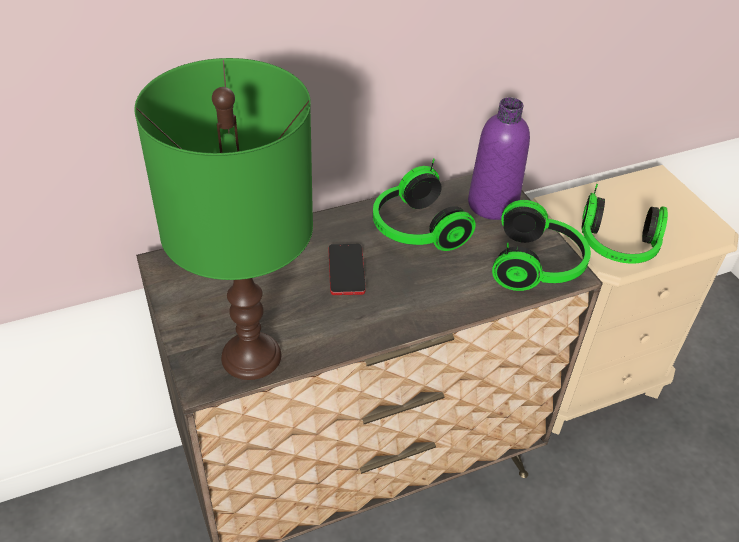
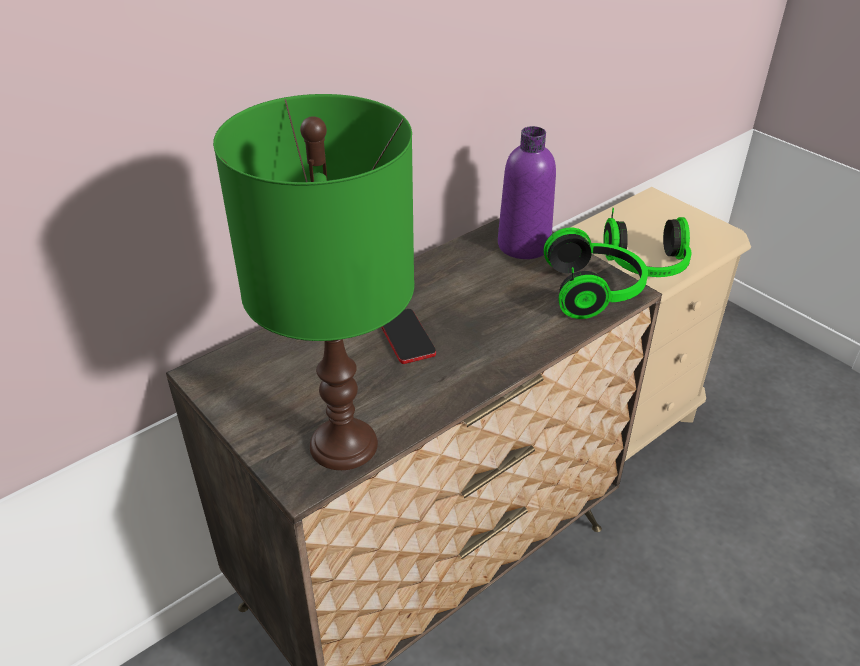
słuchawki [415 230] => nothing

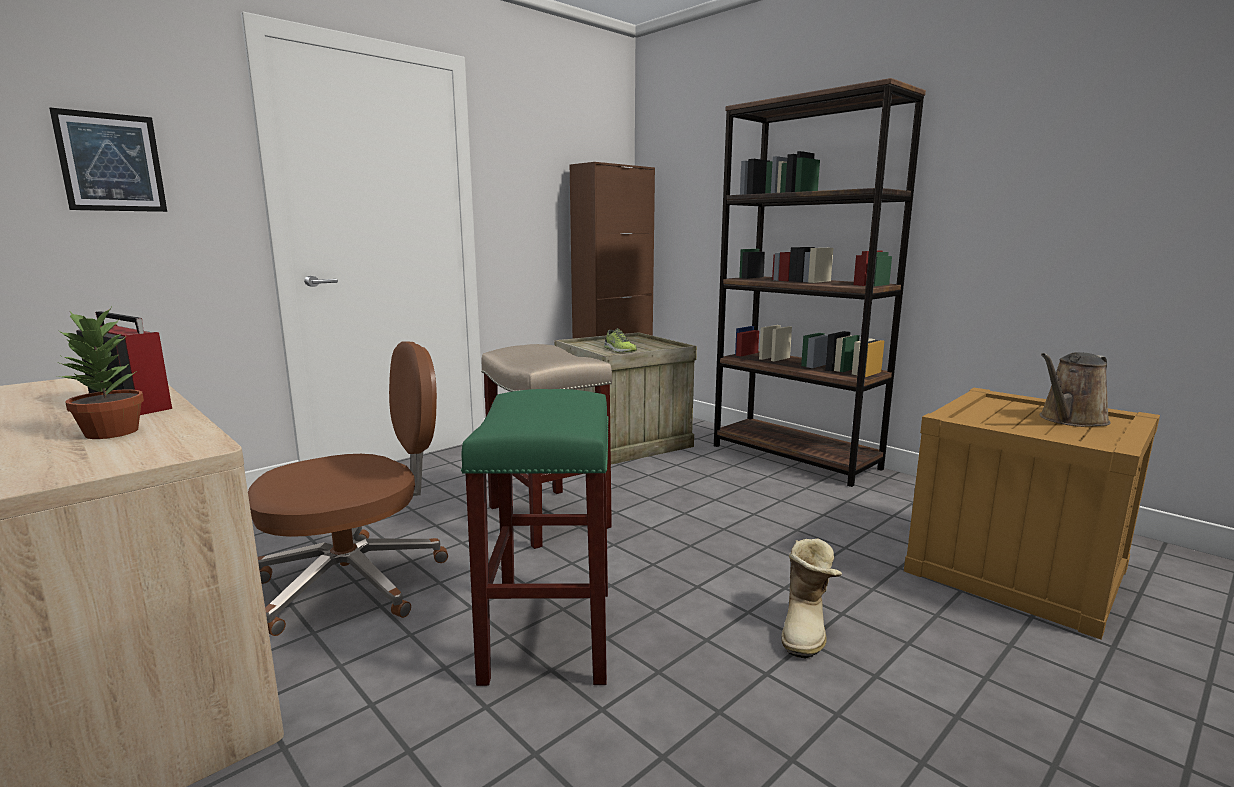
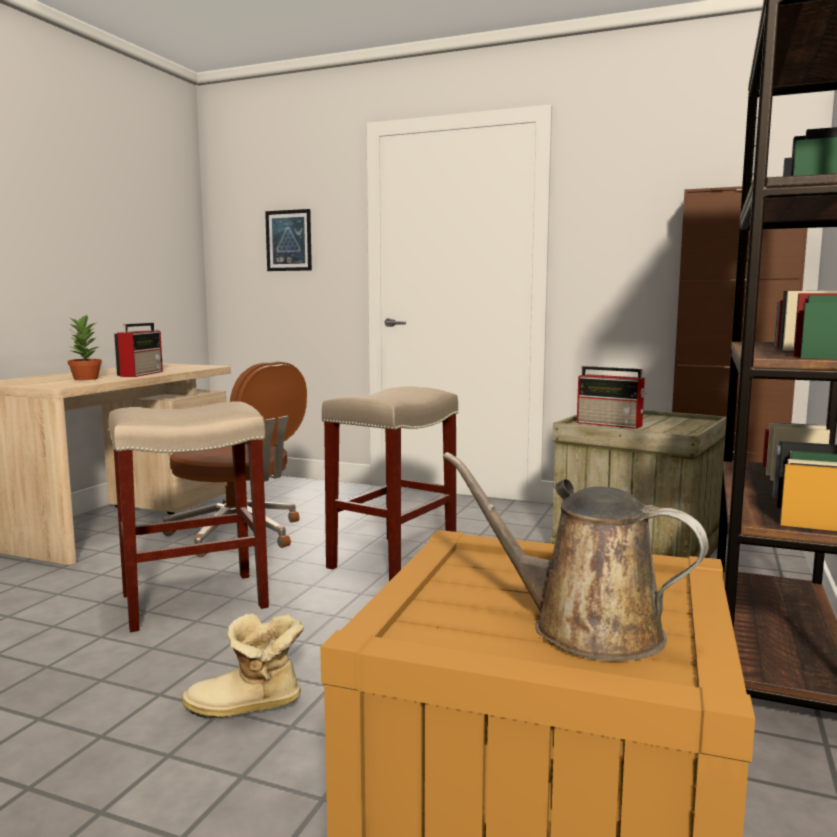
stołek [zielony] [548 632] => stołek [beżowy] [196 600]
but [619 350] => radio [611 424]

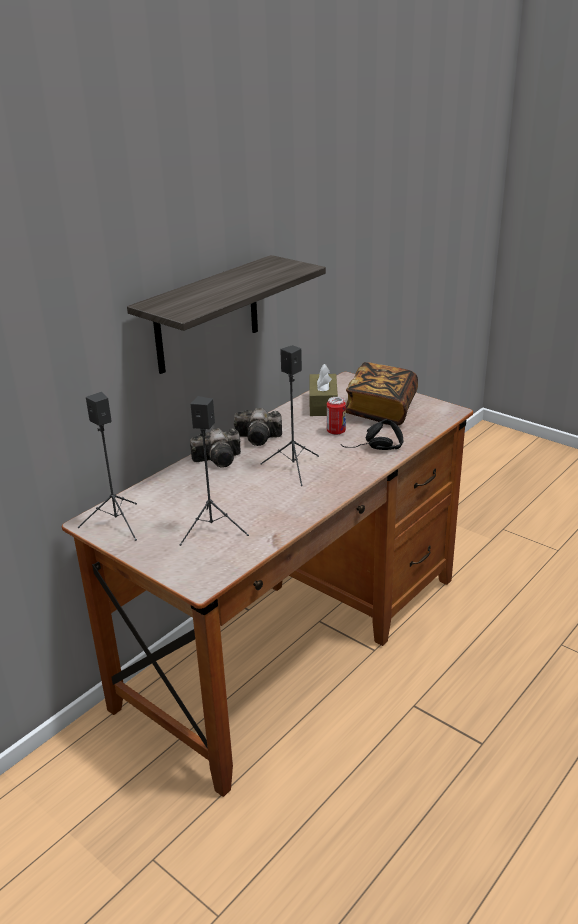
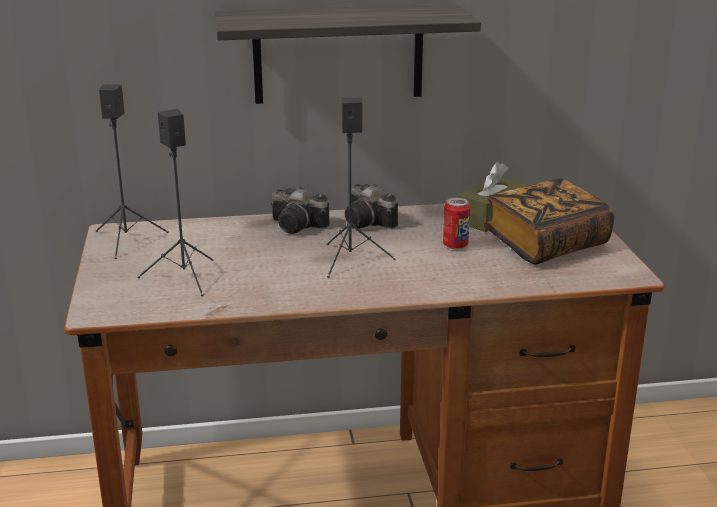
słuchawki [czarny] [373 449] => nothing

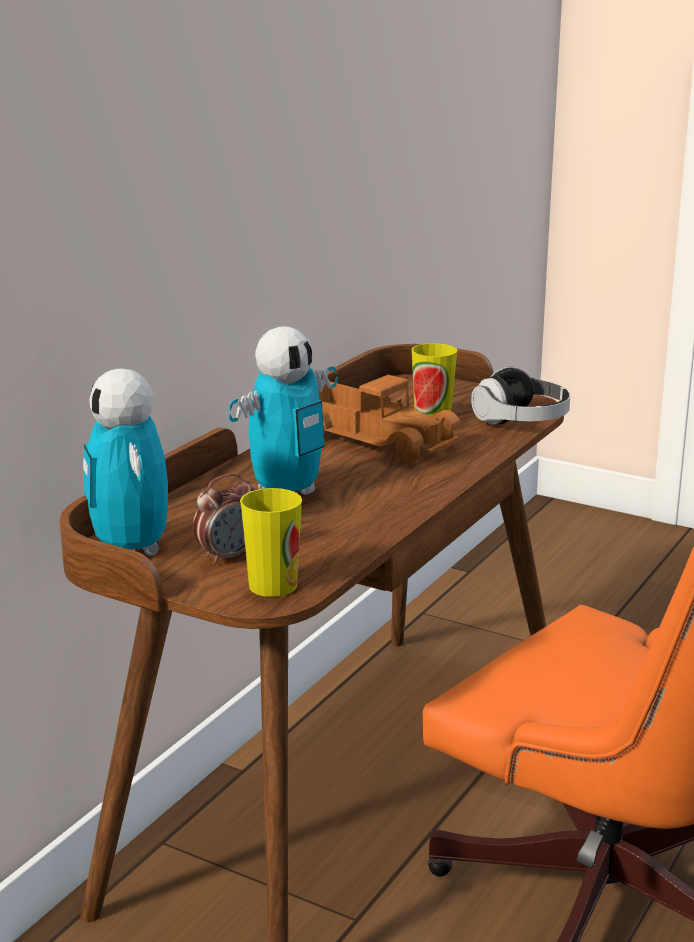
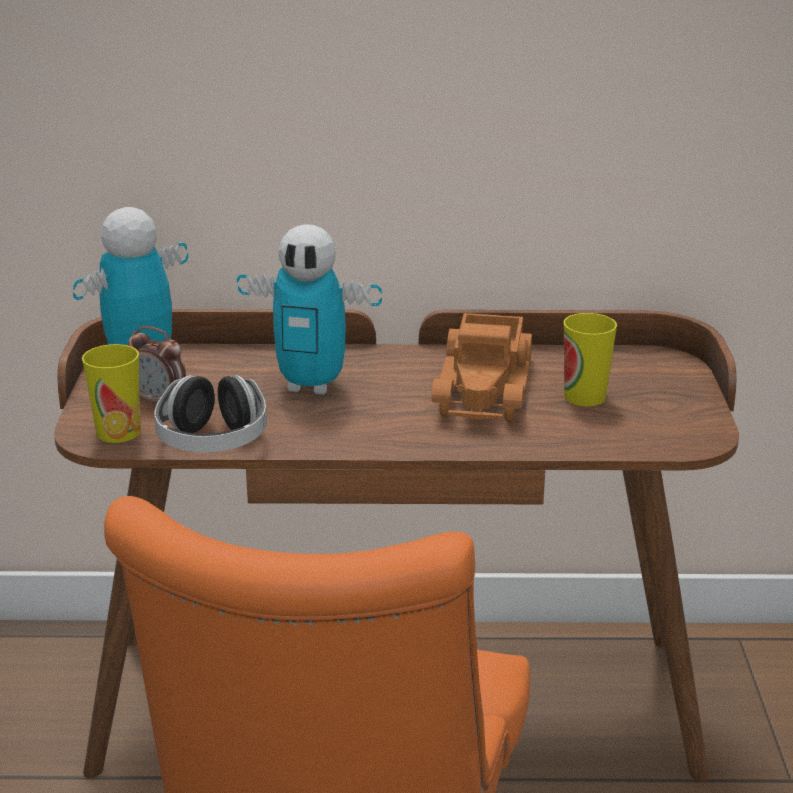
słuchawki [521 421] => słuchawki [212 442], move

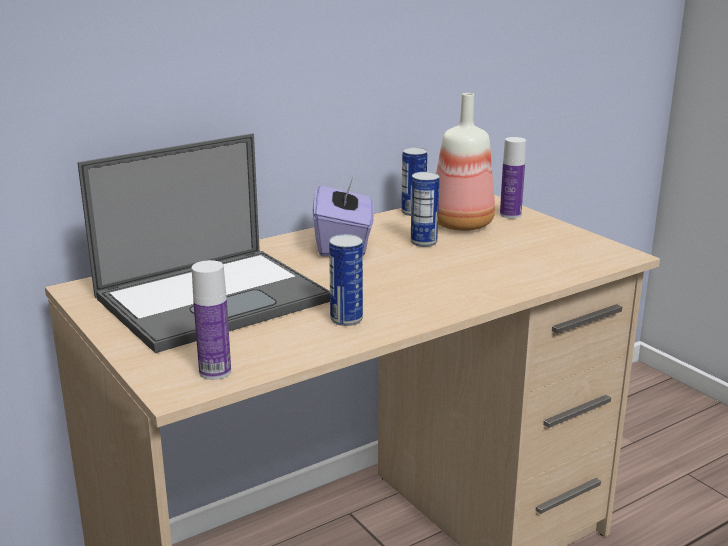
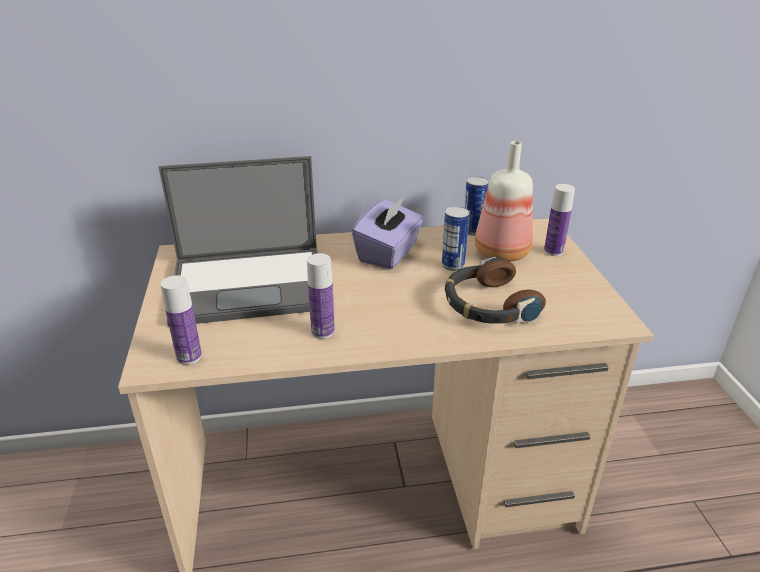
puszka [346 319] => butelka [323 331]
nothing => słuchawki [488 304]

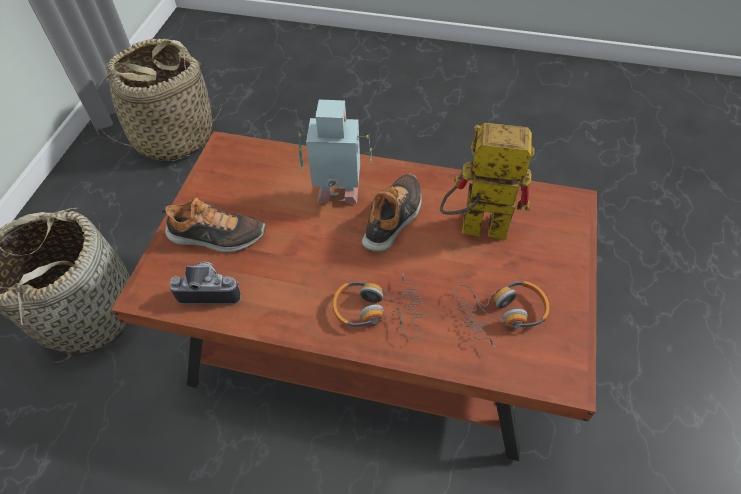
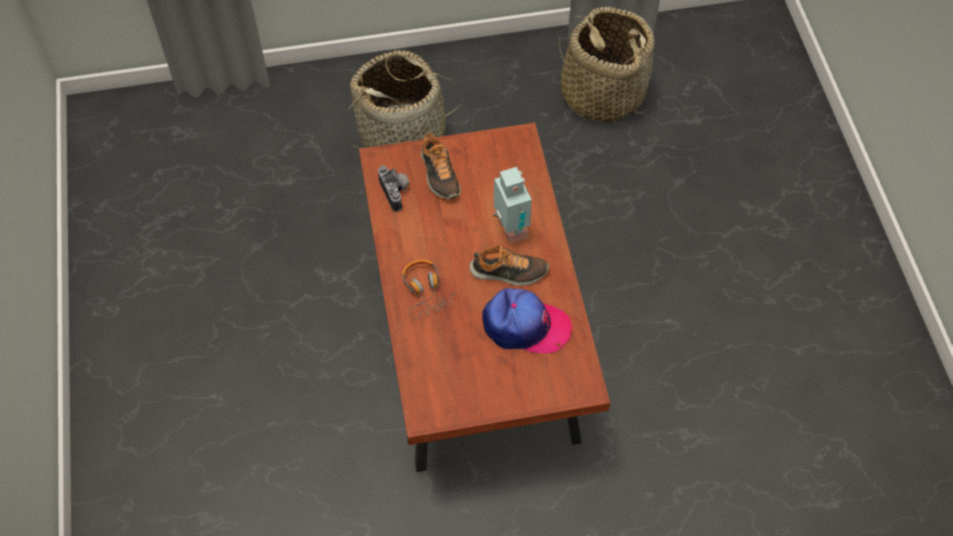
robot zabawkowy [473 228] => czapka z daszkiem [525 326]
słuchawki [501 313] => nothing

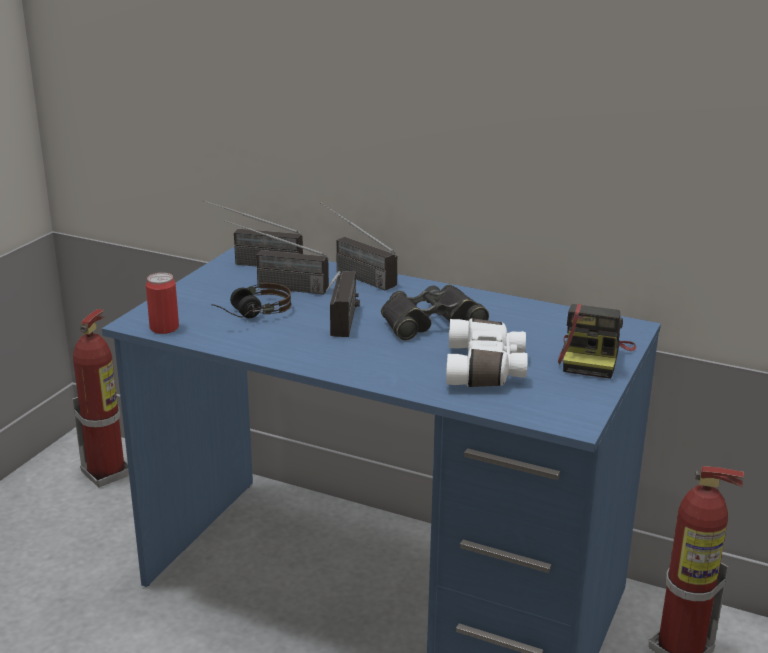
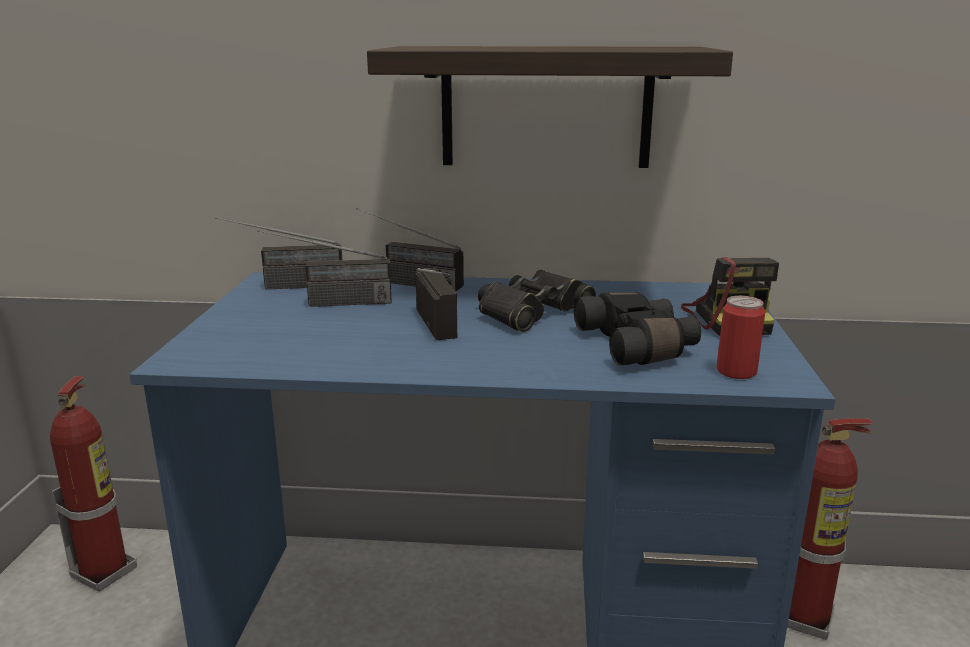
puszka [164 328] => puszka [736 371], move
słuchawki [249 314] => nothing
lornetka [biały] [486 369] => lornetka [czarny] [639 345]
nothing => półka [546 107]

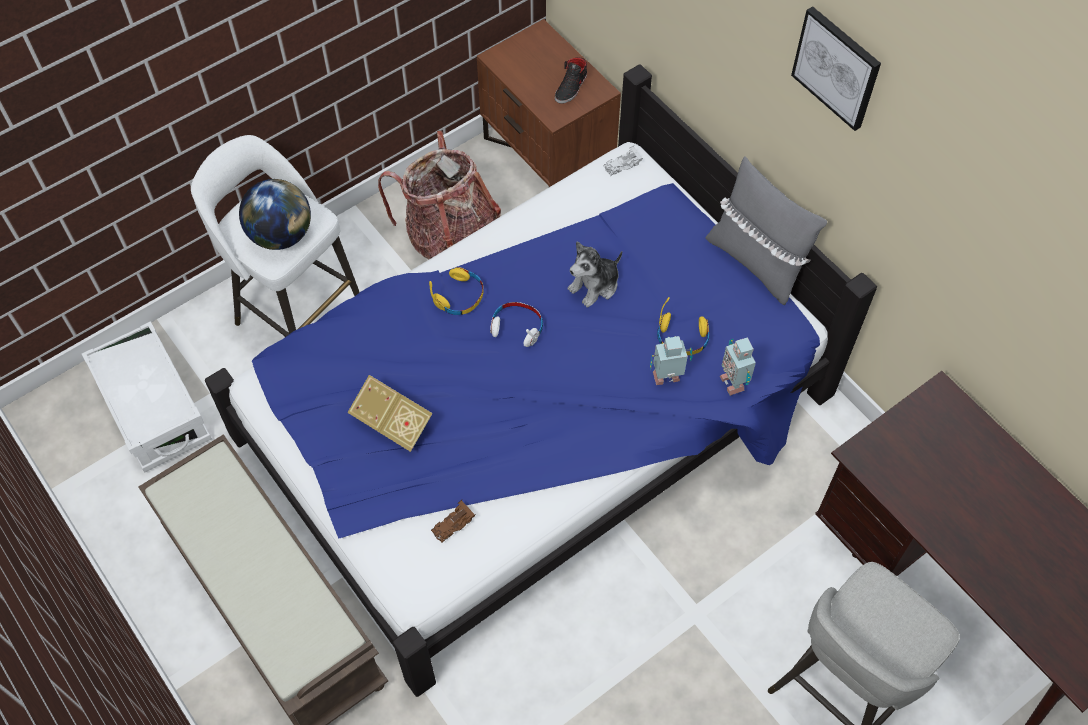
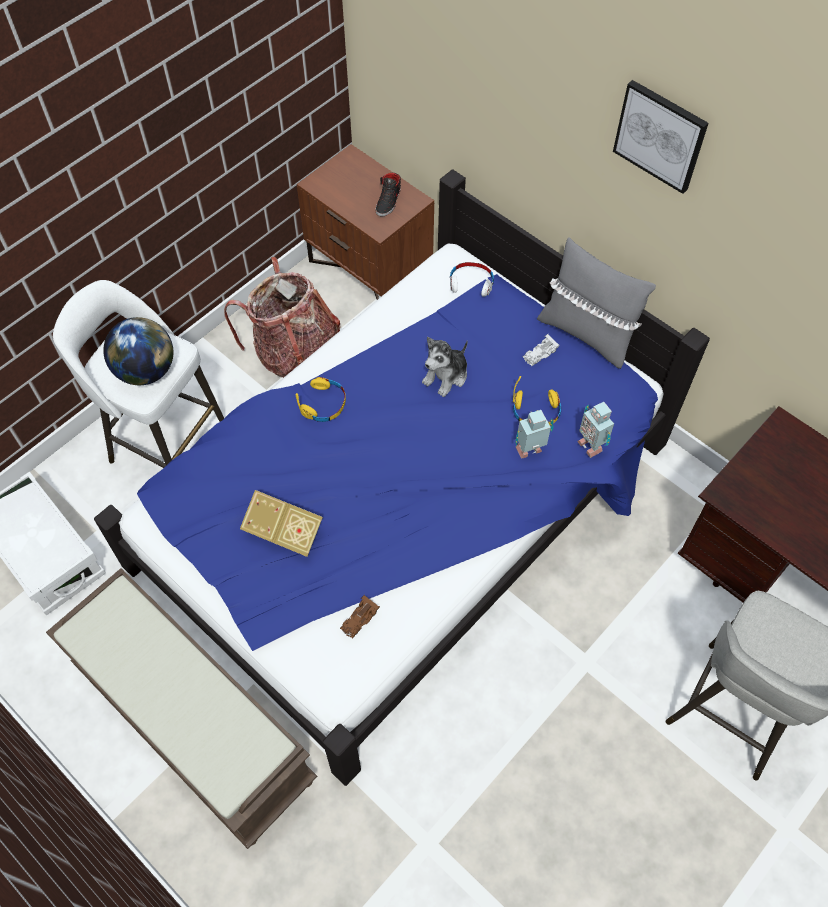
słuchawki [biały] [517 327] => słuchawki [biały] [471 283], move
samochodzik [biały] [622 165] => samochodzik [biały] [539 354], move

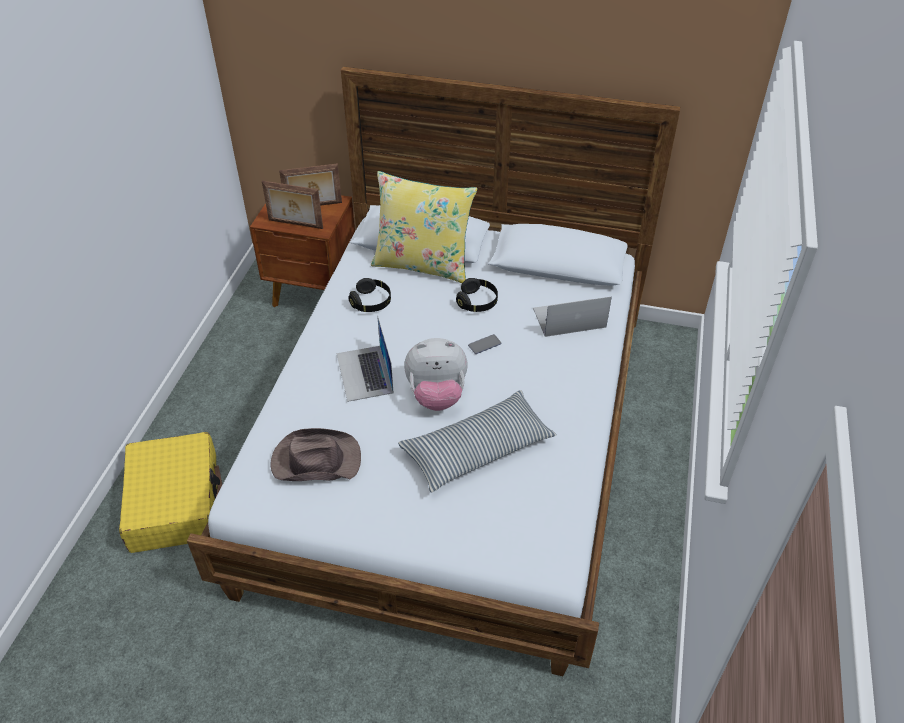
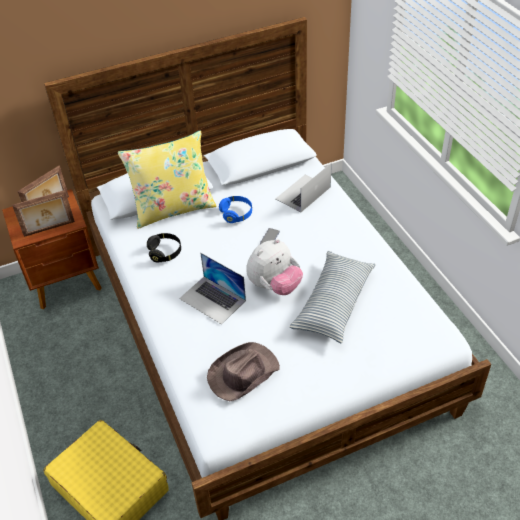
słuchawki [czarny] [477 302] => słuchawki [niebieski] [236 214]

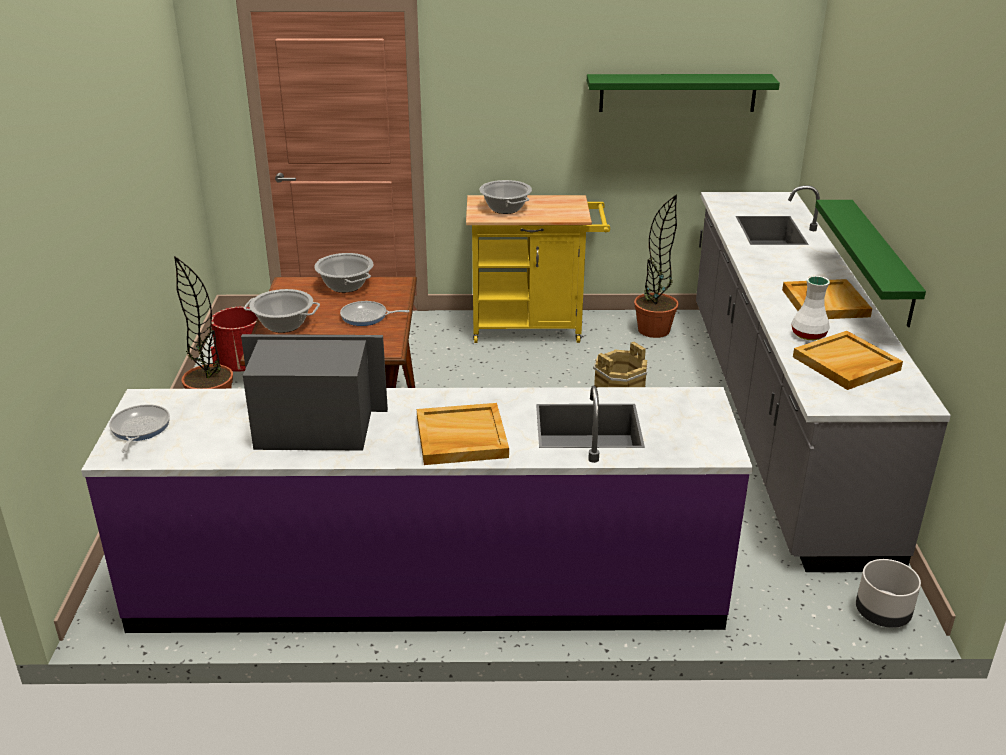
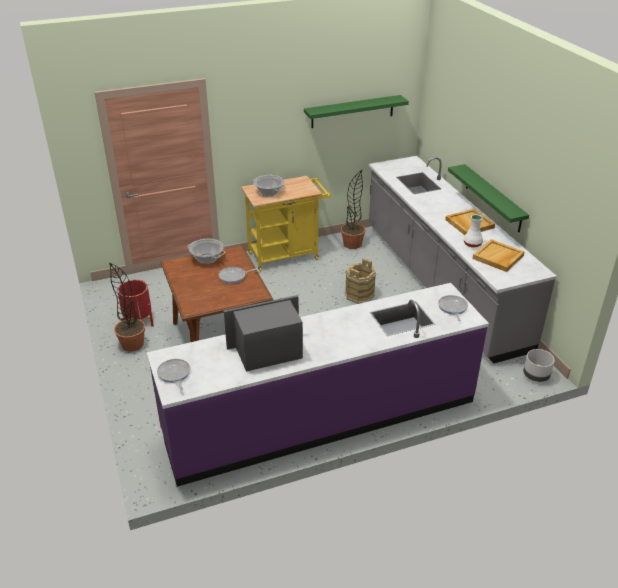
garnek [283 325] => nothing
taca [beżowy] [461 438] => nothing
nothing => patelnia [452 308]

